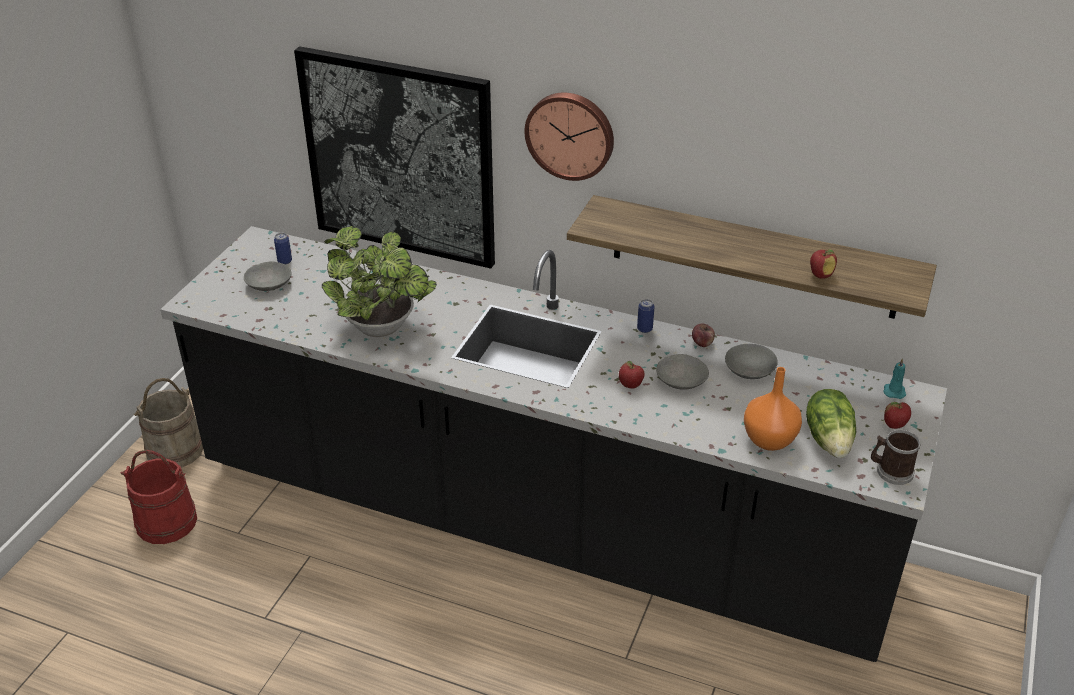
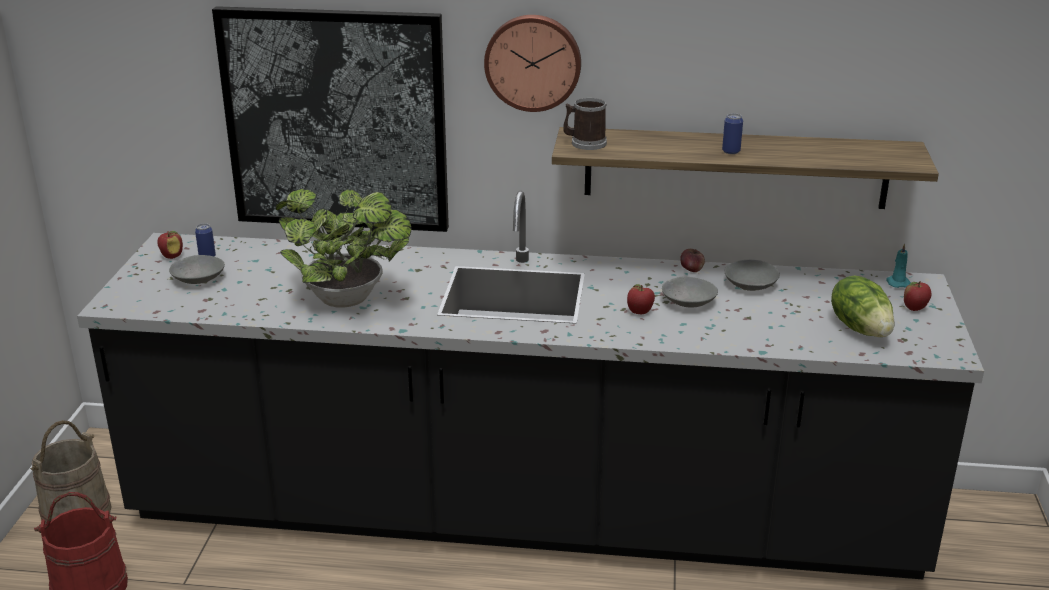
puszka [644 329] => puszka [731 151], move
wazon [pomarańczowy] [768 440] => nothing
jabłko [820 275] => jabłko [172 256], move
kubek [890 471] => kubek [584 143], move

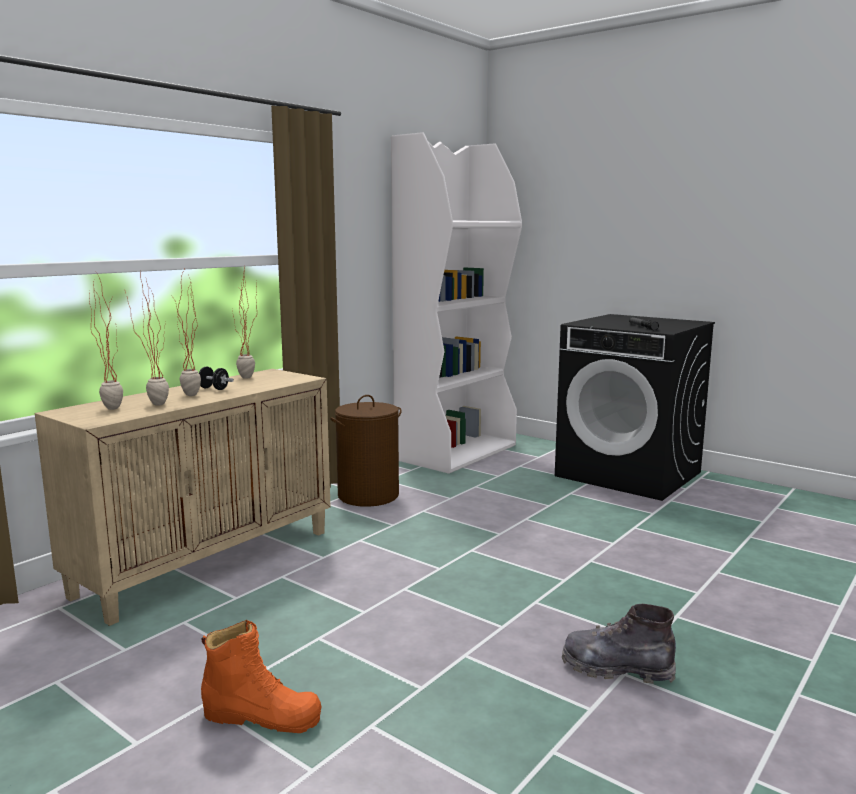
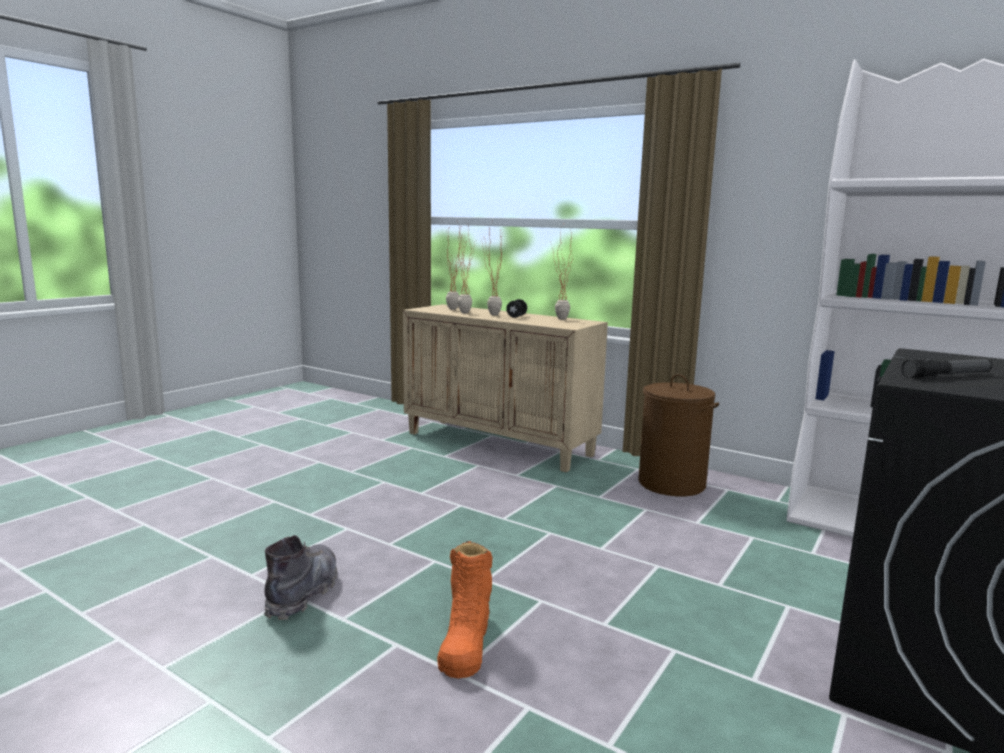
but z cholewką [pomarańczowy] [262 716] => but z cholewką [pomarańczowy] [465 642], move

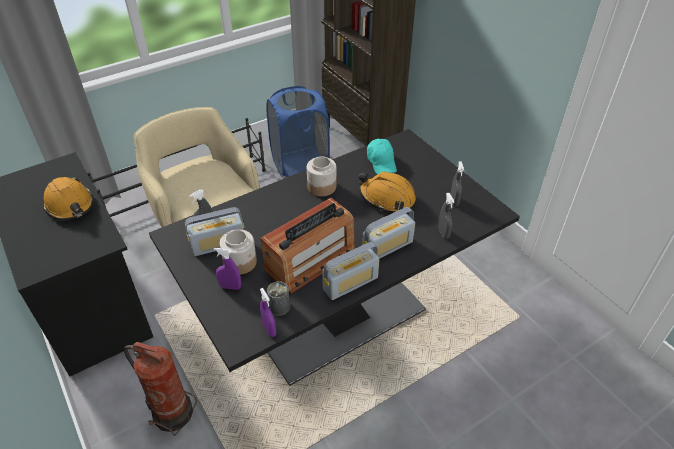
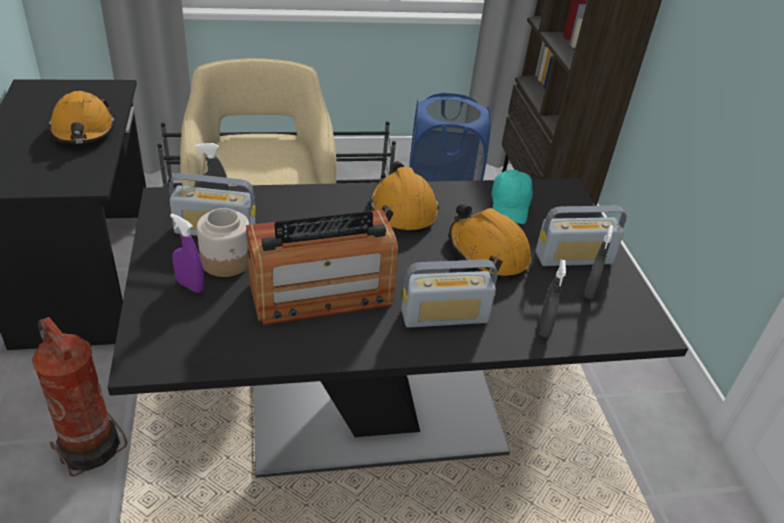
spryskiwacz [fioletowy] [269 329] => nothing
puszka [279 307] => nothing
słoik [321 187] => kask [pomarańczowy] [402 209]
radio [350 283] => radio [574 258], move

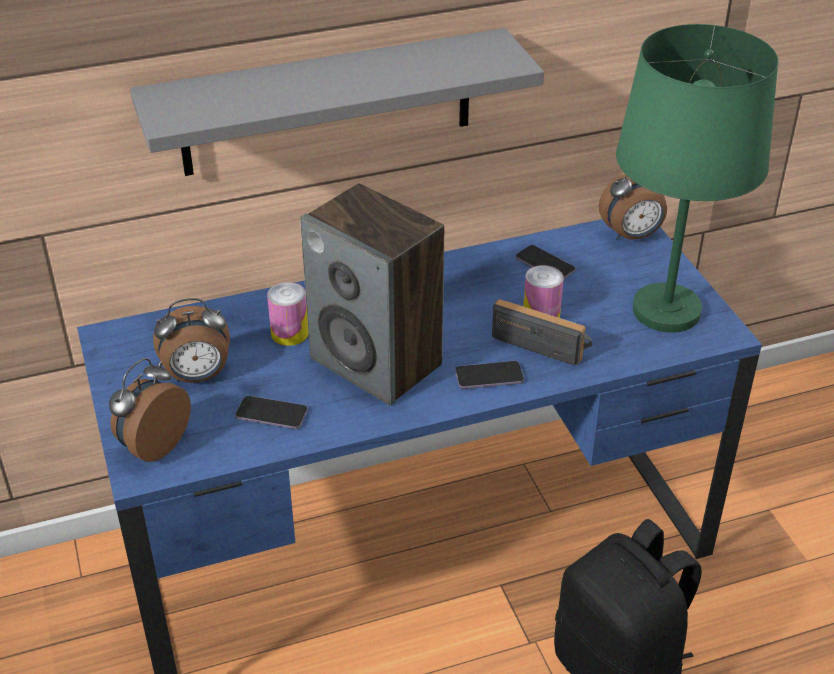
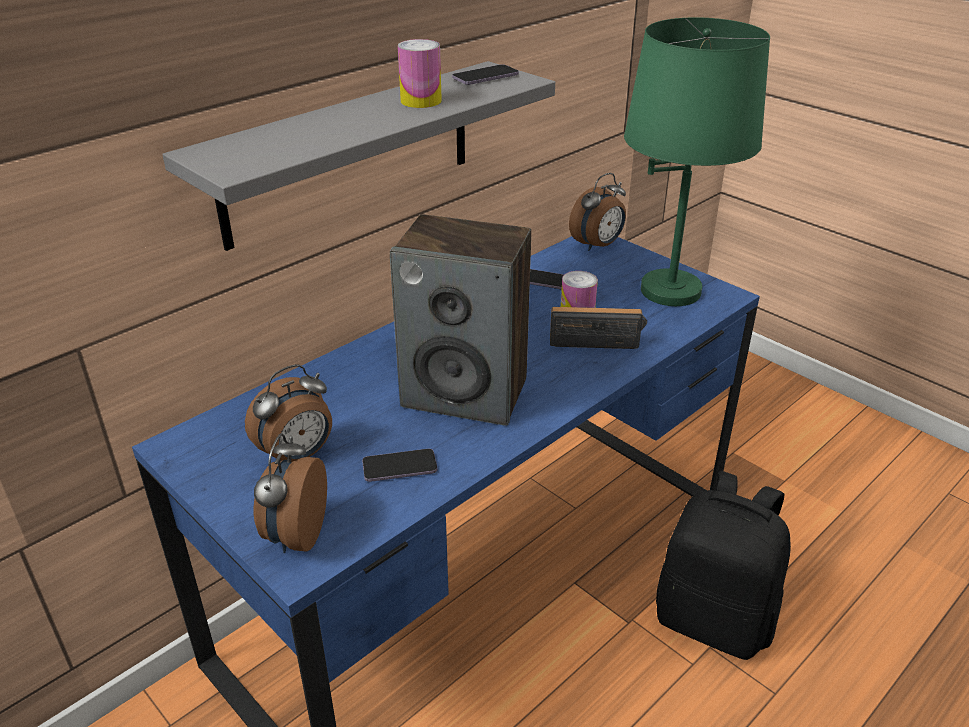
puszka [289 333] => puszka [421 101], move
telefon [489 377] => telefon [485 77], move

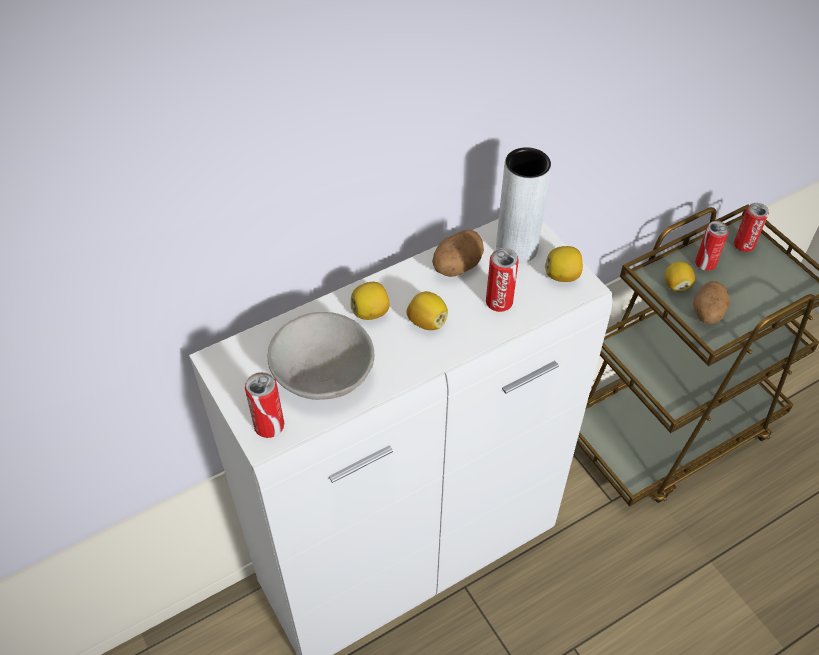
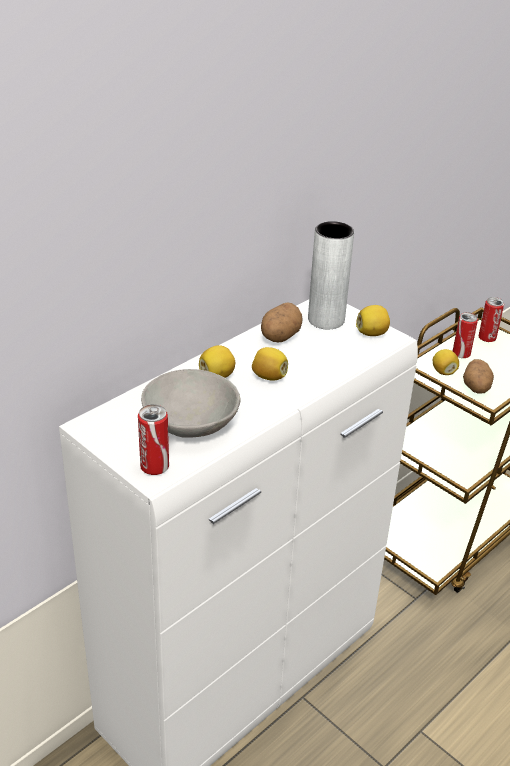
puszka [499 302] => nothing

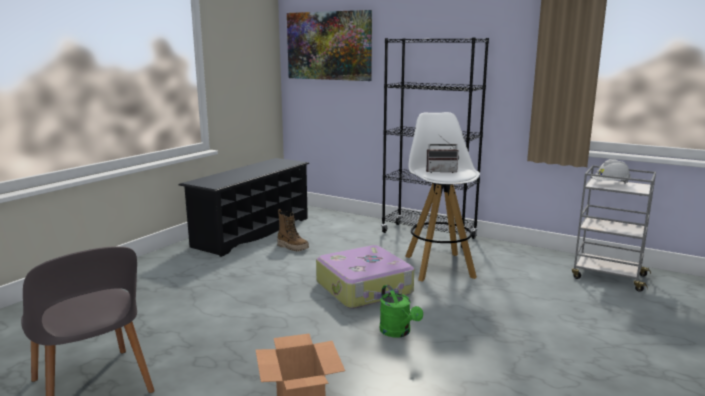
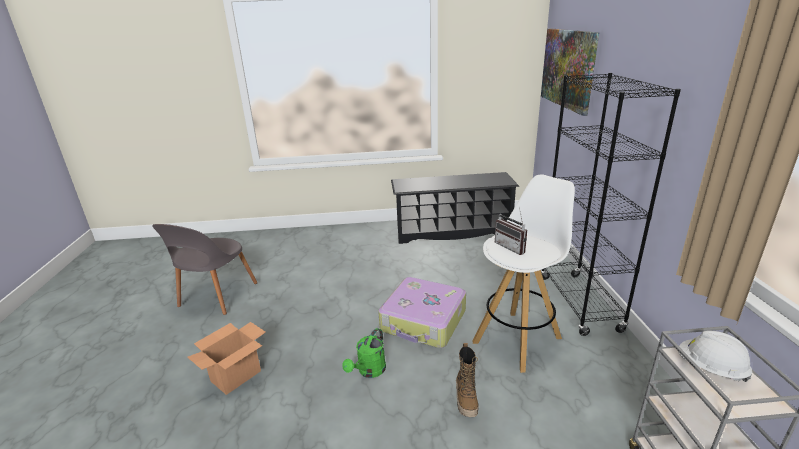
but z cholewką [293 247] => but z cholewką [466 399], move

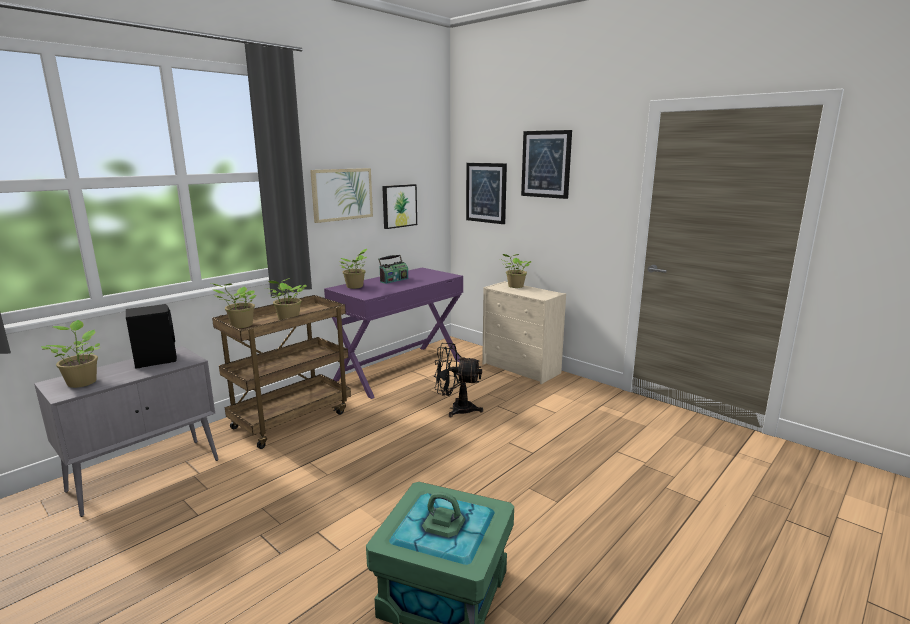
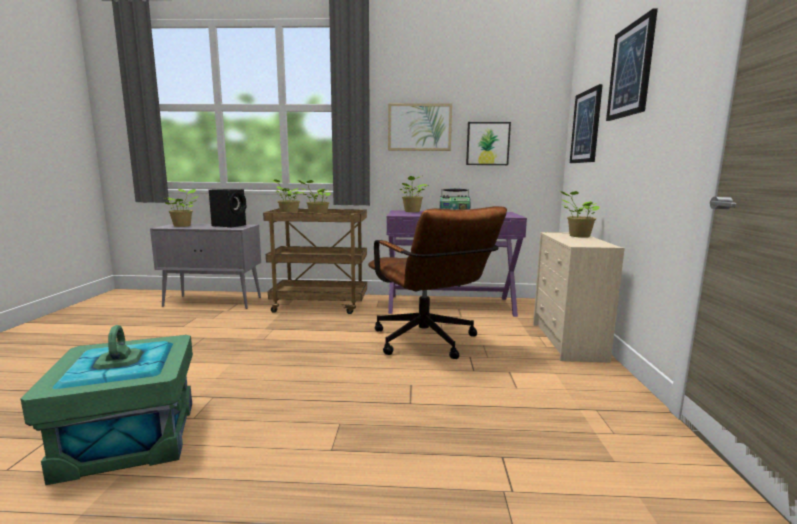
wentylator [czarny] [456 409] => krzesło biurowe [brązowy] [429 343]

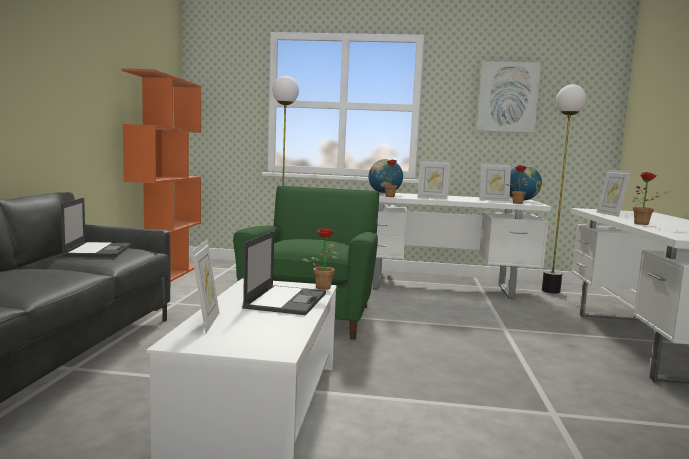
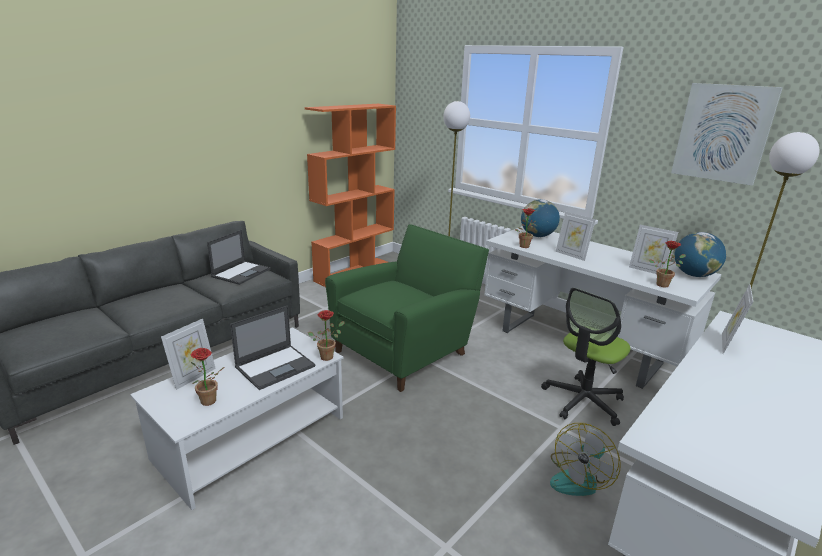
roślina doniczkowa [644 224] => roślina doniczkowa [209 403], move
nothing => krzesło biurowe [583 401]
nothing => wentylator [579 478]

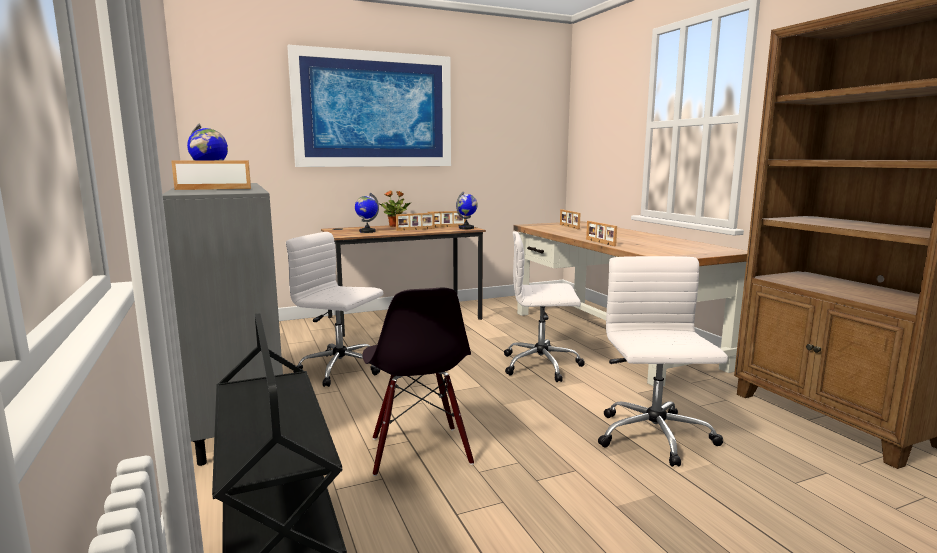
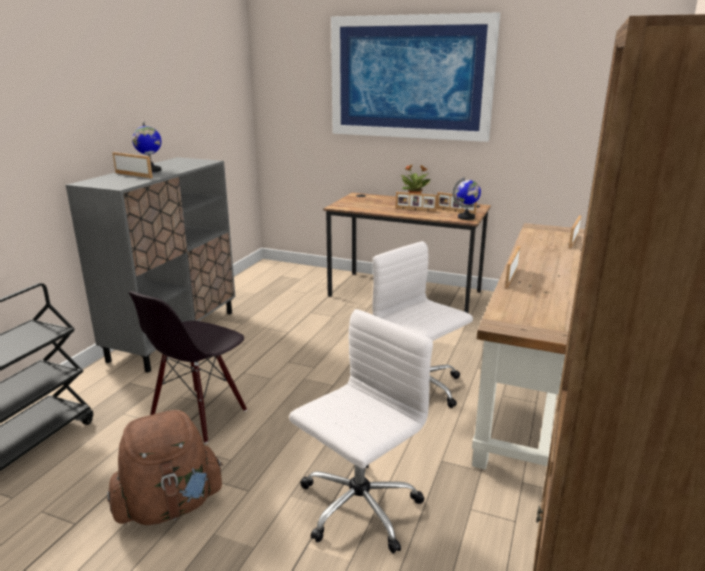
krzesło biurowe [biały] [342 369] => nothing
globus [367 231] => nothing
nothing => plecak [brązowy] [170 506]

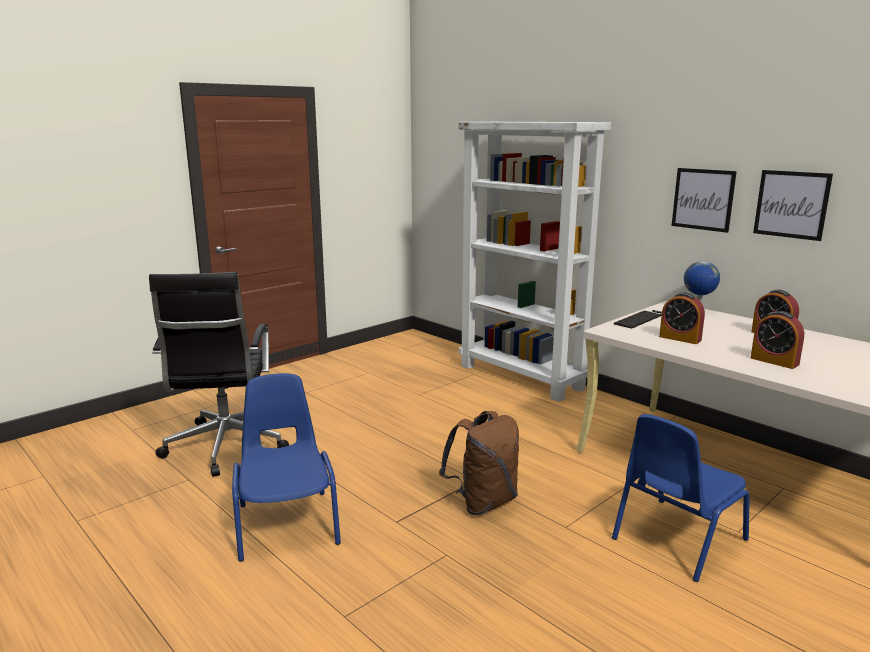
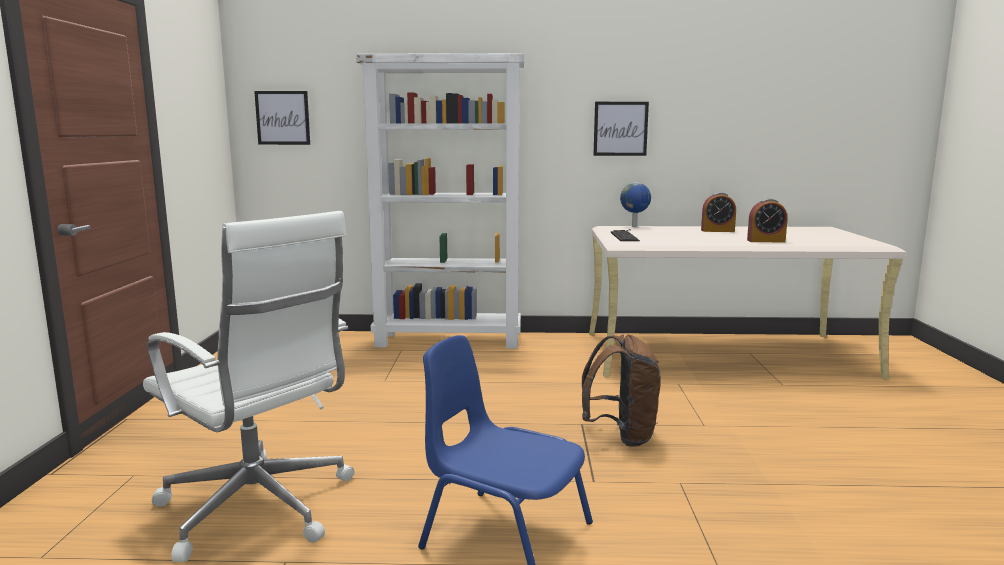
krzesło biurowe [czarny] [225 447] => krzesło biurowe [biały] [259 509]
krzesło [niebieski] [676 539] => nothing
budzik [680 338] => nothing
obraz [791 204] => obraz [282 118], move

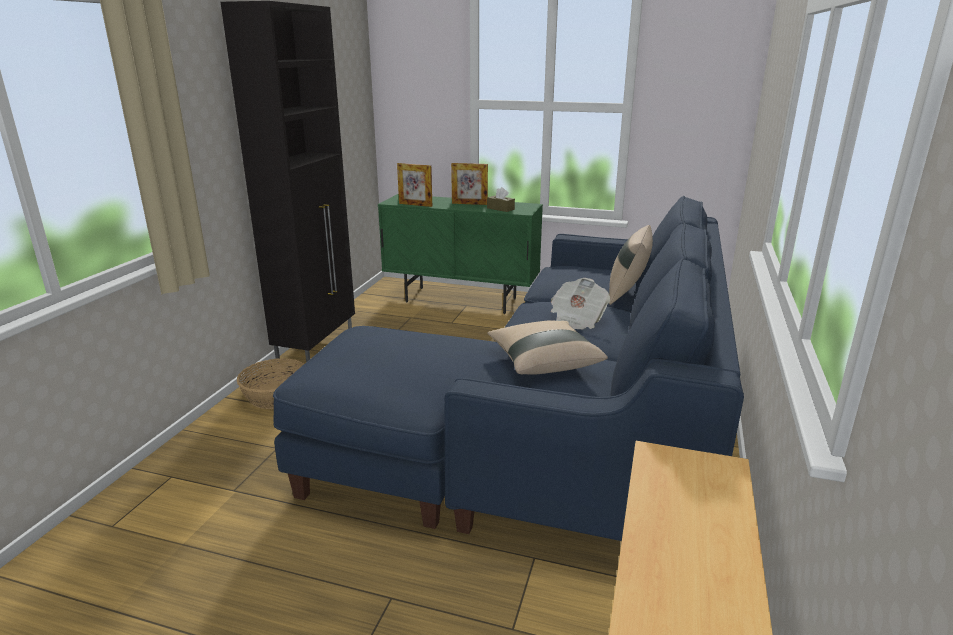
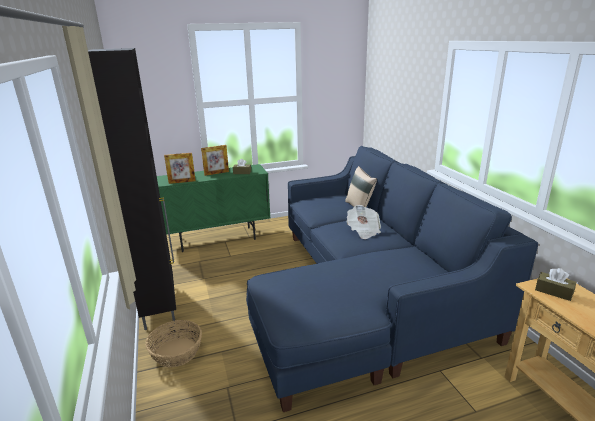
poduszka [beżowy] [543 362] => nothing
nothing => pudełko chusteczek [brązowy] [553 291]

